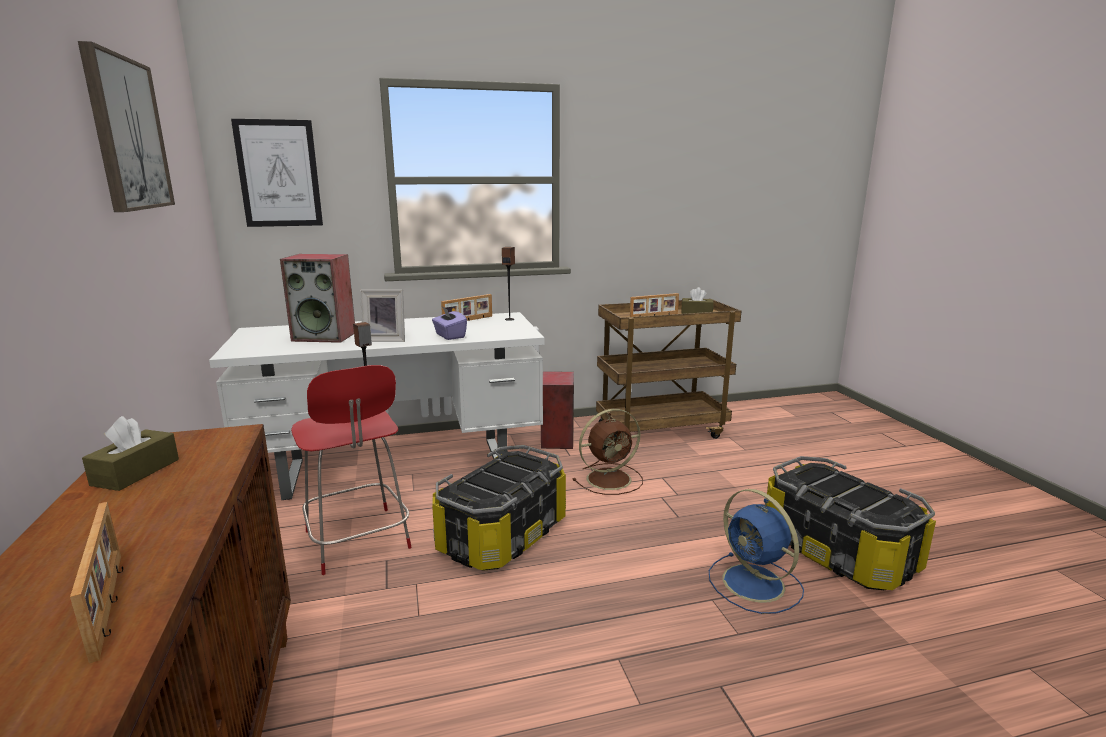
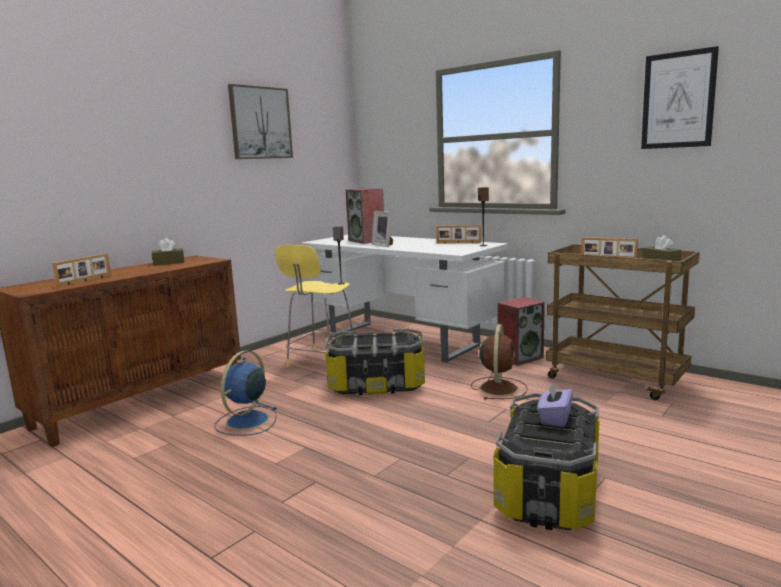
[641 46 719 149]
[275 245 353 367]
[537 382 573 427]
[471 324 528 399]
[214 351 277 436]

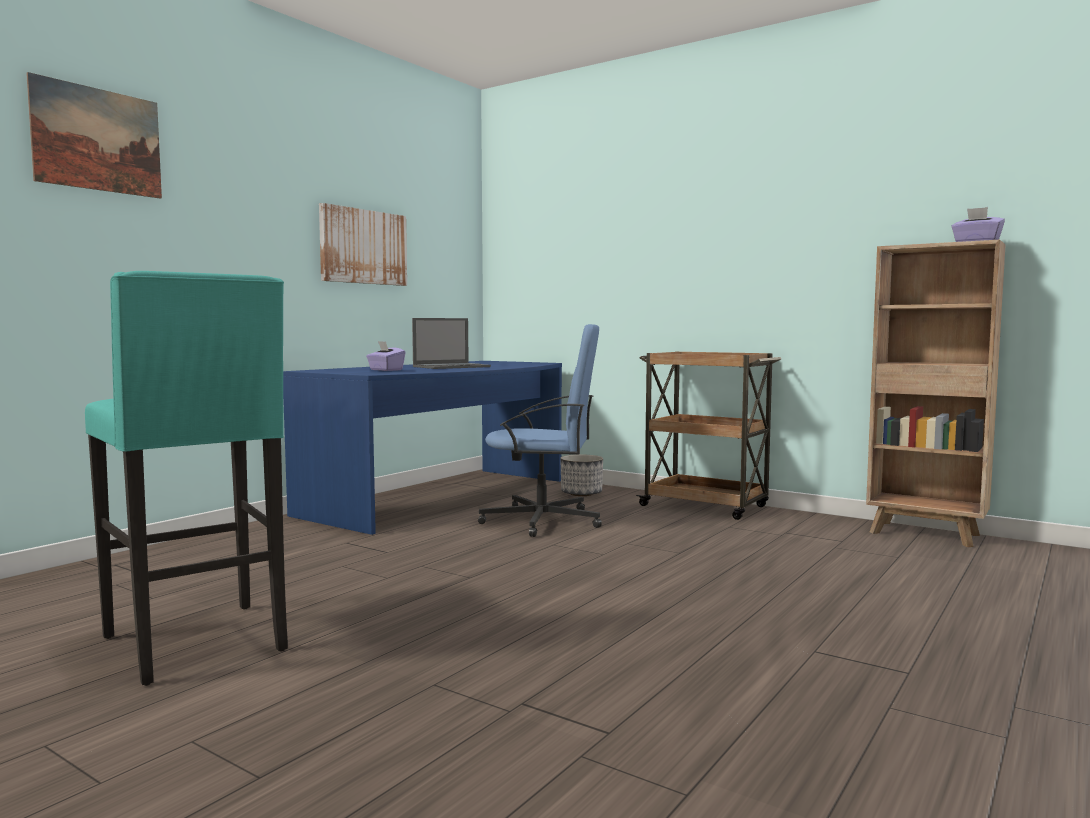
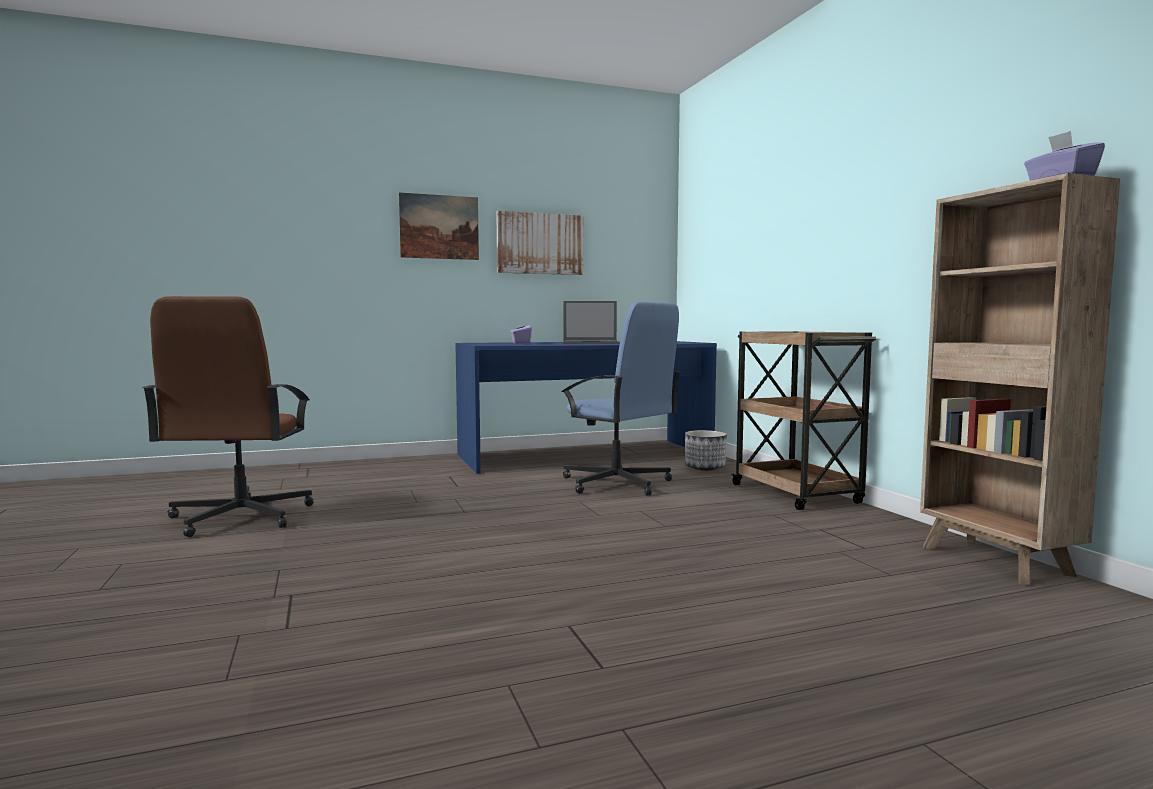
[399 192 479 260]
[142 296 313 537]

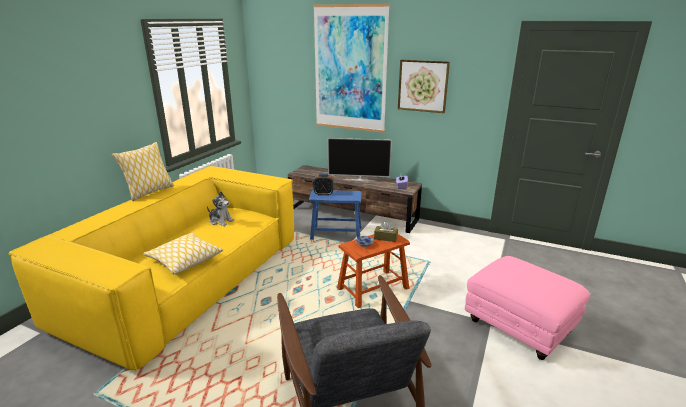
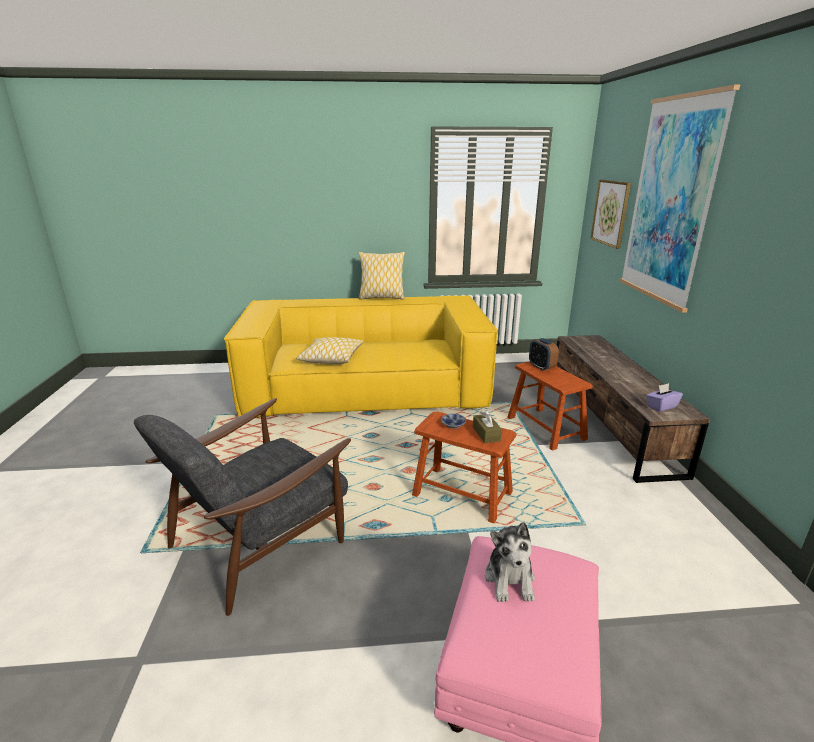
[485 522 535 602]
[507 361 593 450]
[328 138 392 181] (first image)
[590 180 631 249]

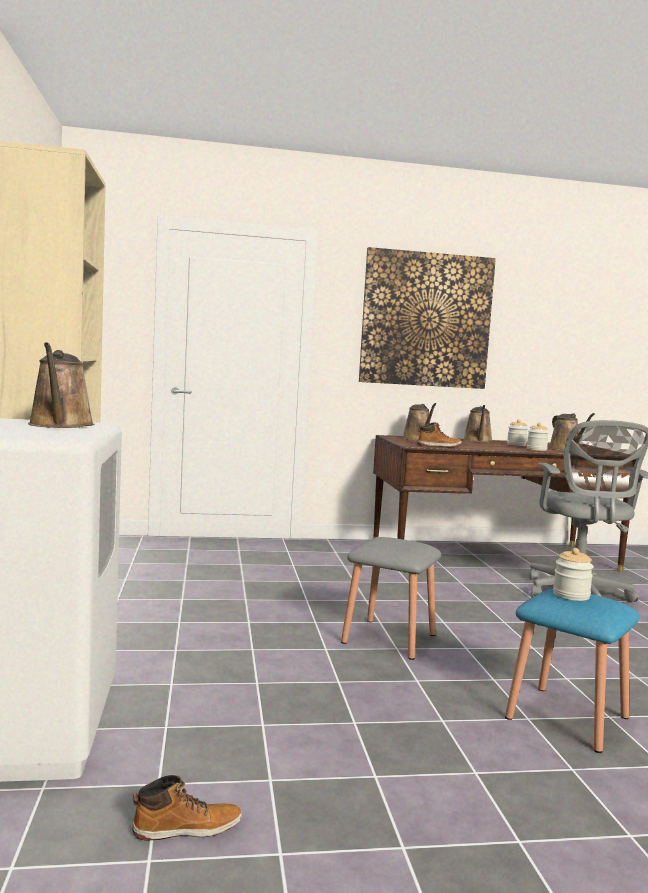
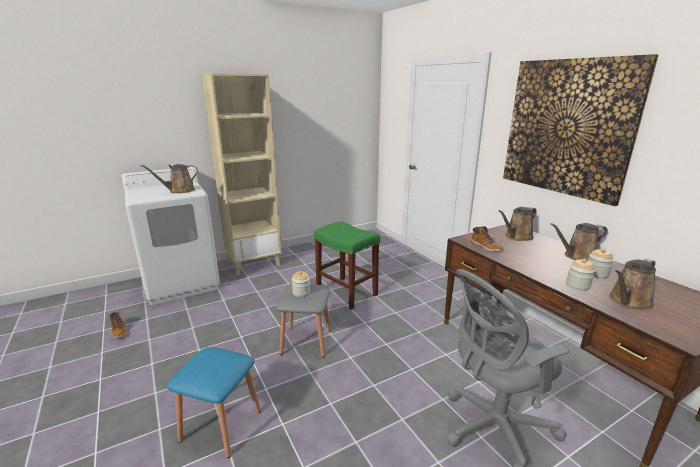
[292 271 310 297]
[314 221 380 310]

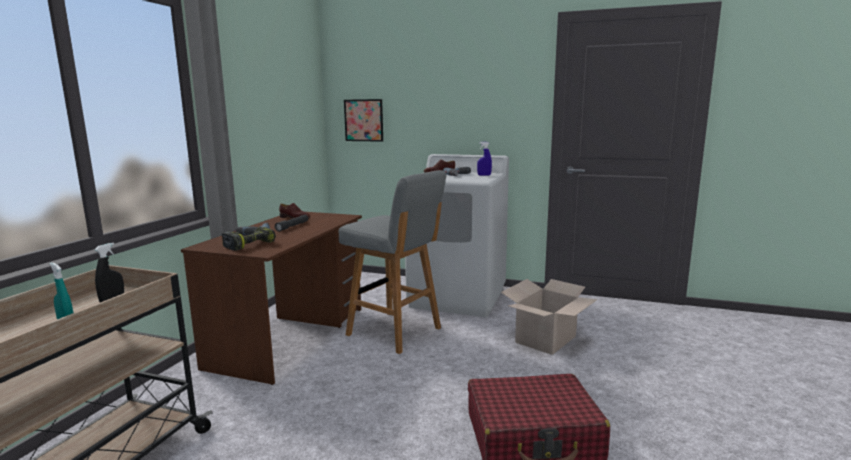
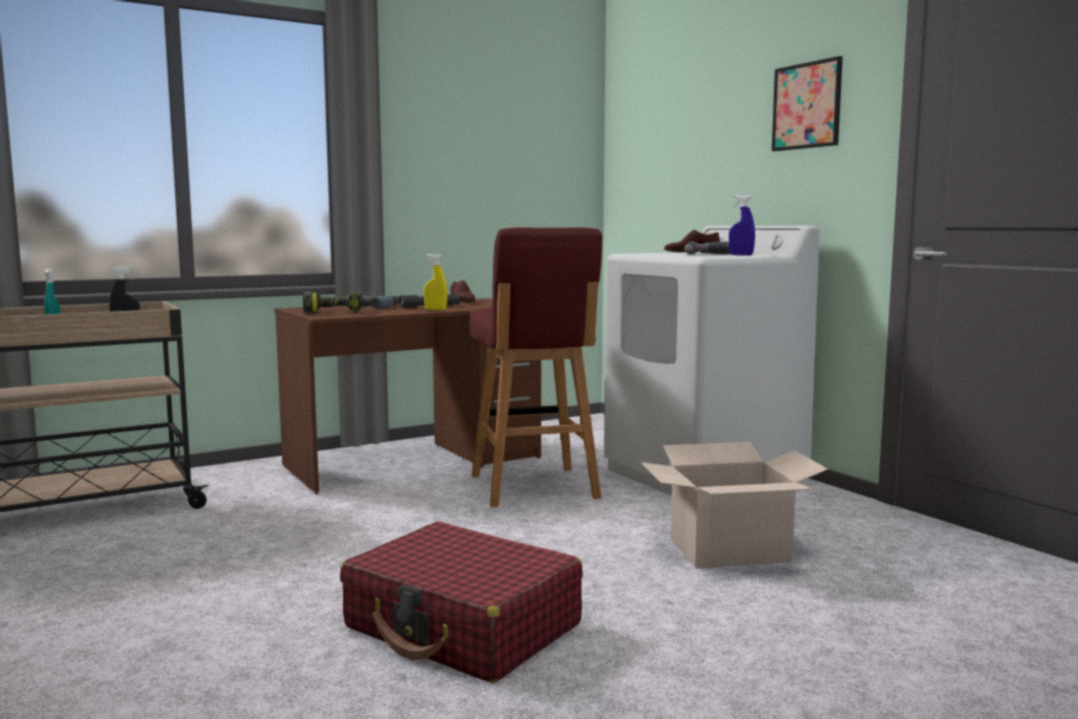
[469 227 602 507]
[772 56 843 151]
[424 254 447 310]

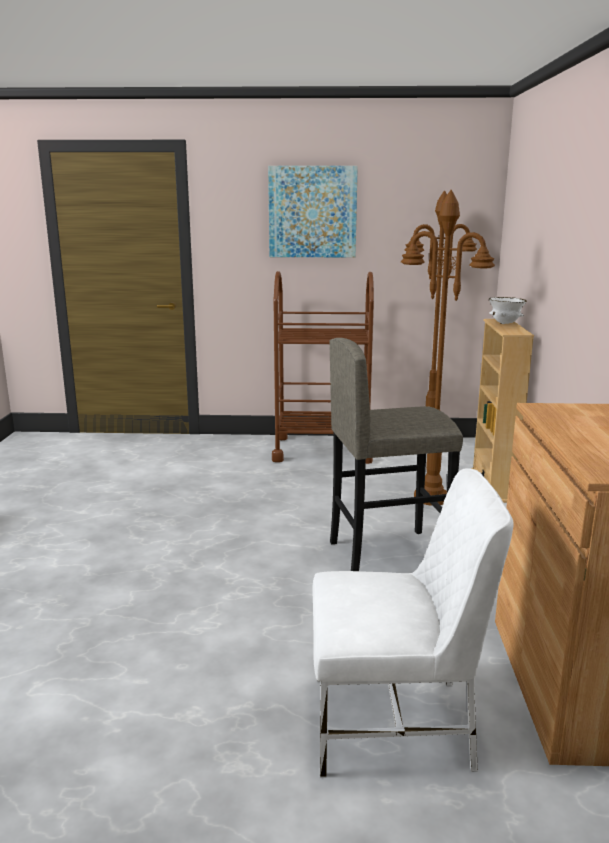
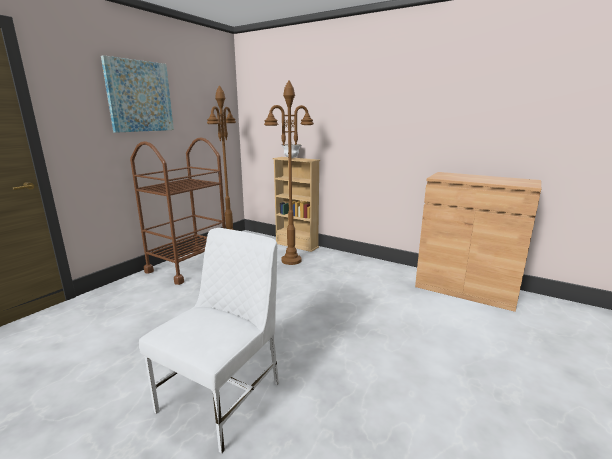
[139 228 279 454]
[329 338 463 571] (first image)

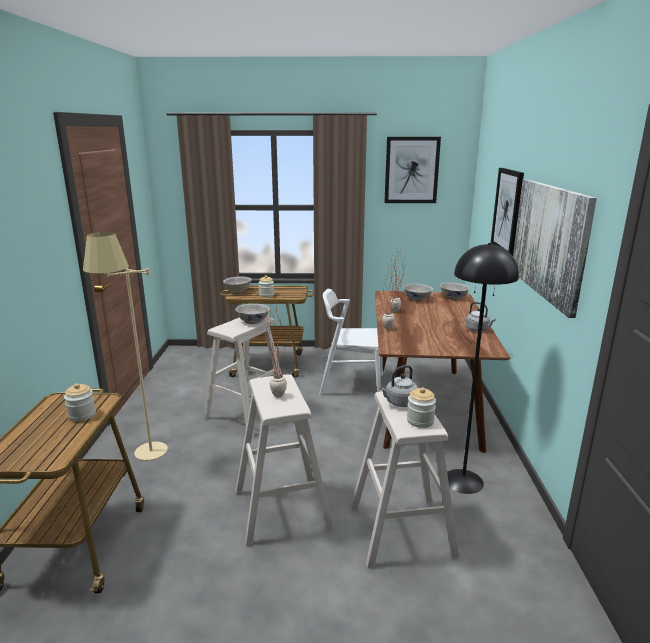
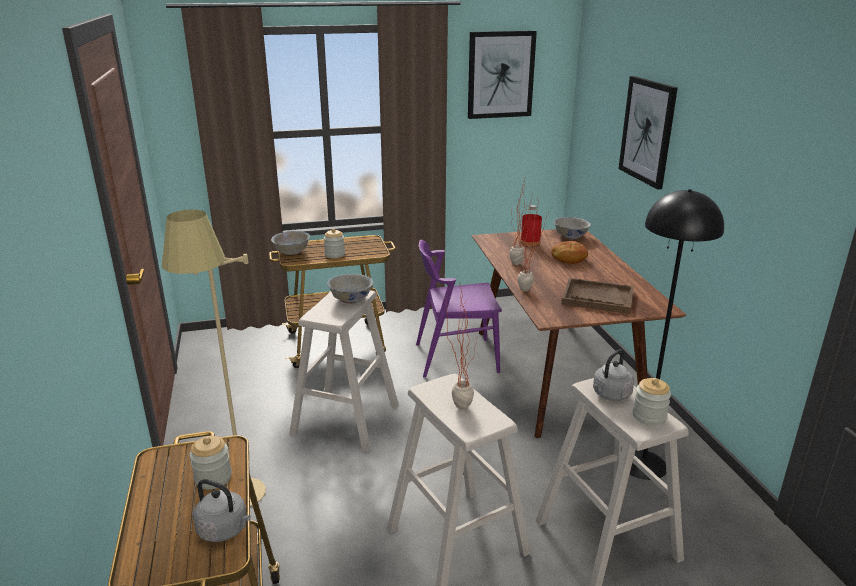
[416 240 502 378]
[521 205 542 246]
[193 479 251 542]
[513 180 597 318] (first image)
[551 241 588 264]
[561 278 634 314]

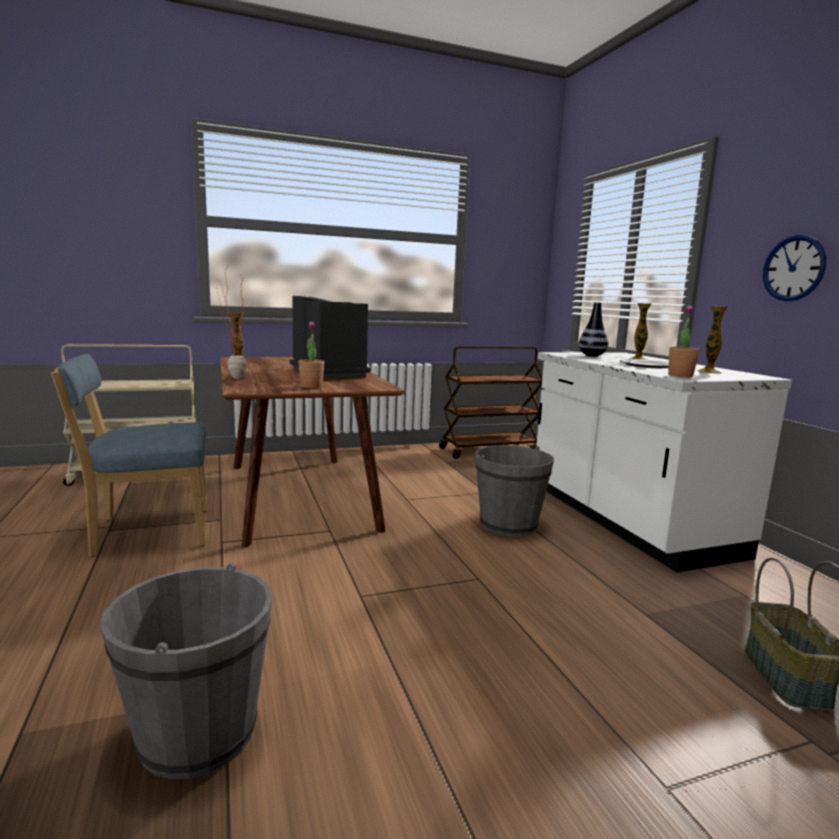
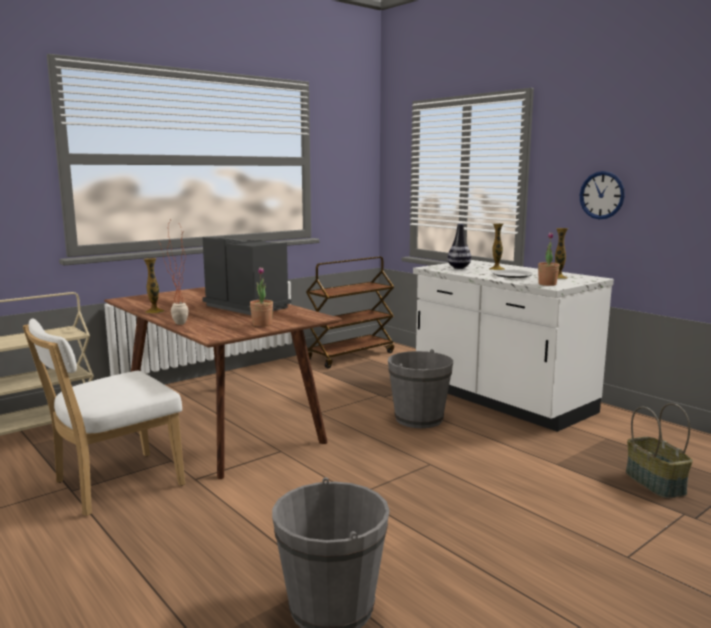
[23 318 185 516]

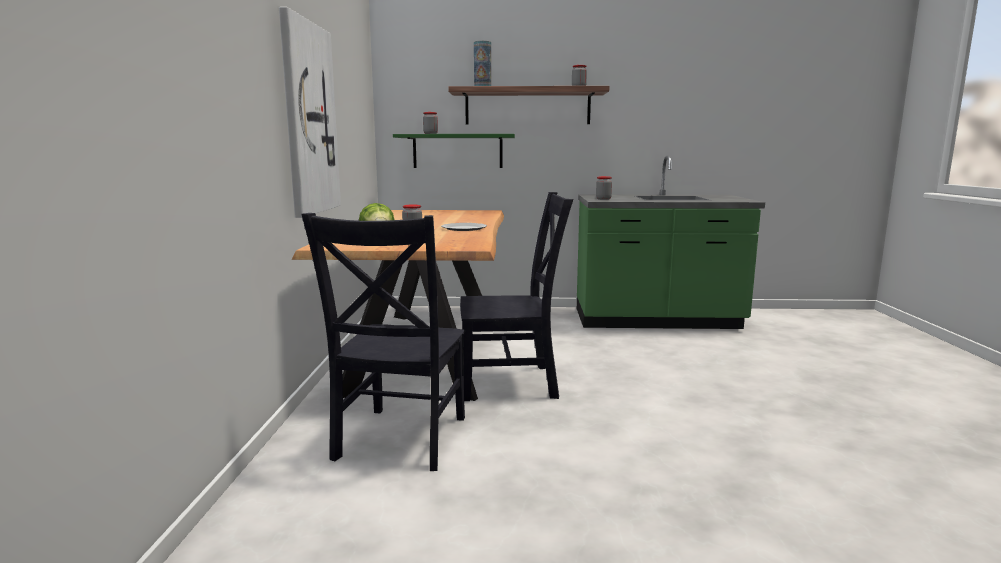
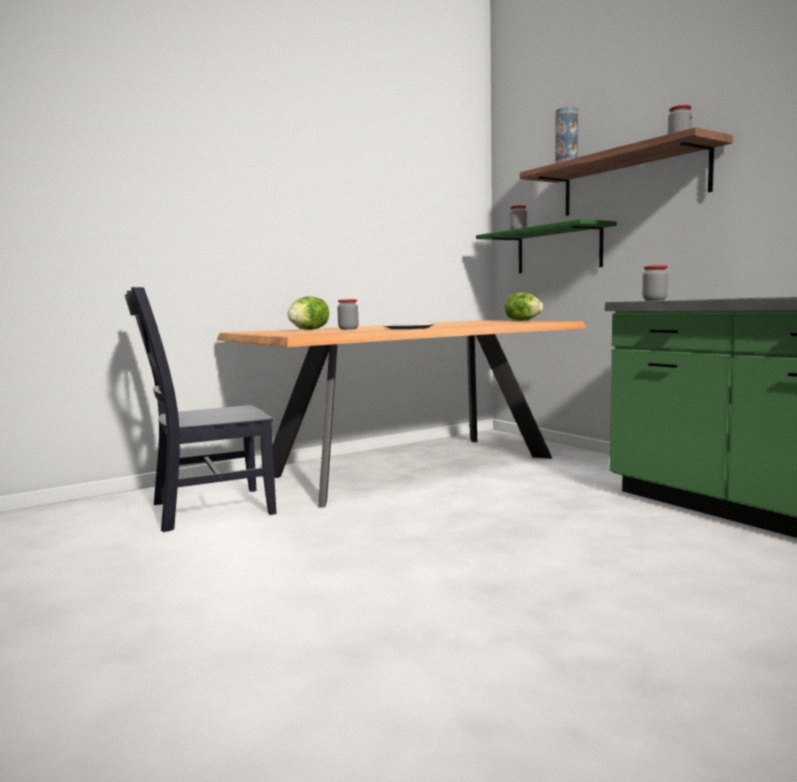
[279 7 341 218] (first image)
[460 192 573 401] (first image)
[504 292 543 321]

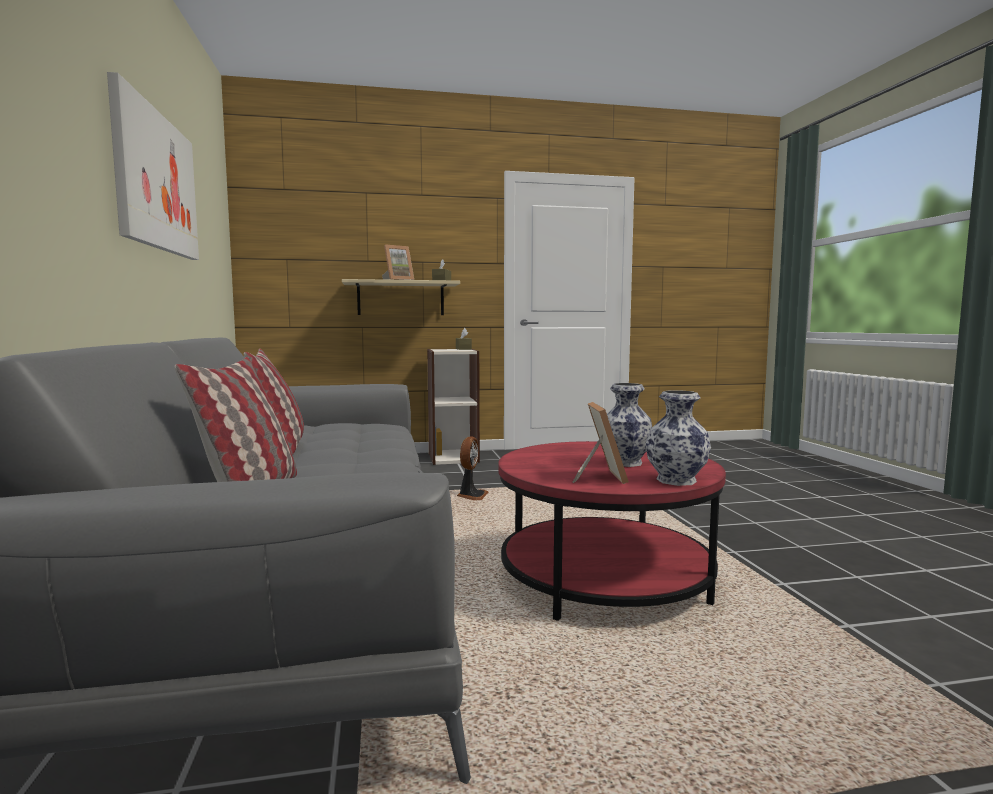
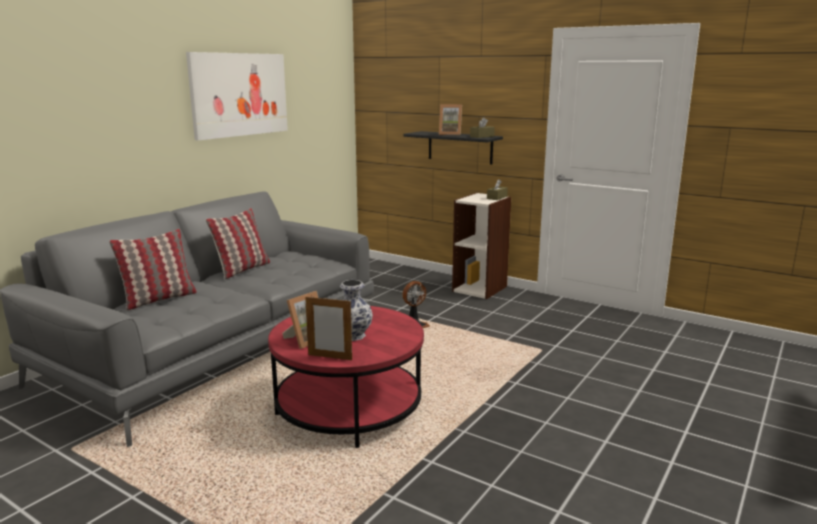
[403 131 503 164]
[305 295 352 360]

